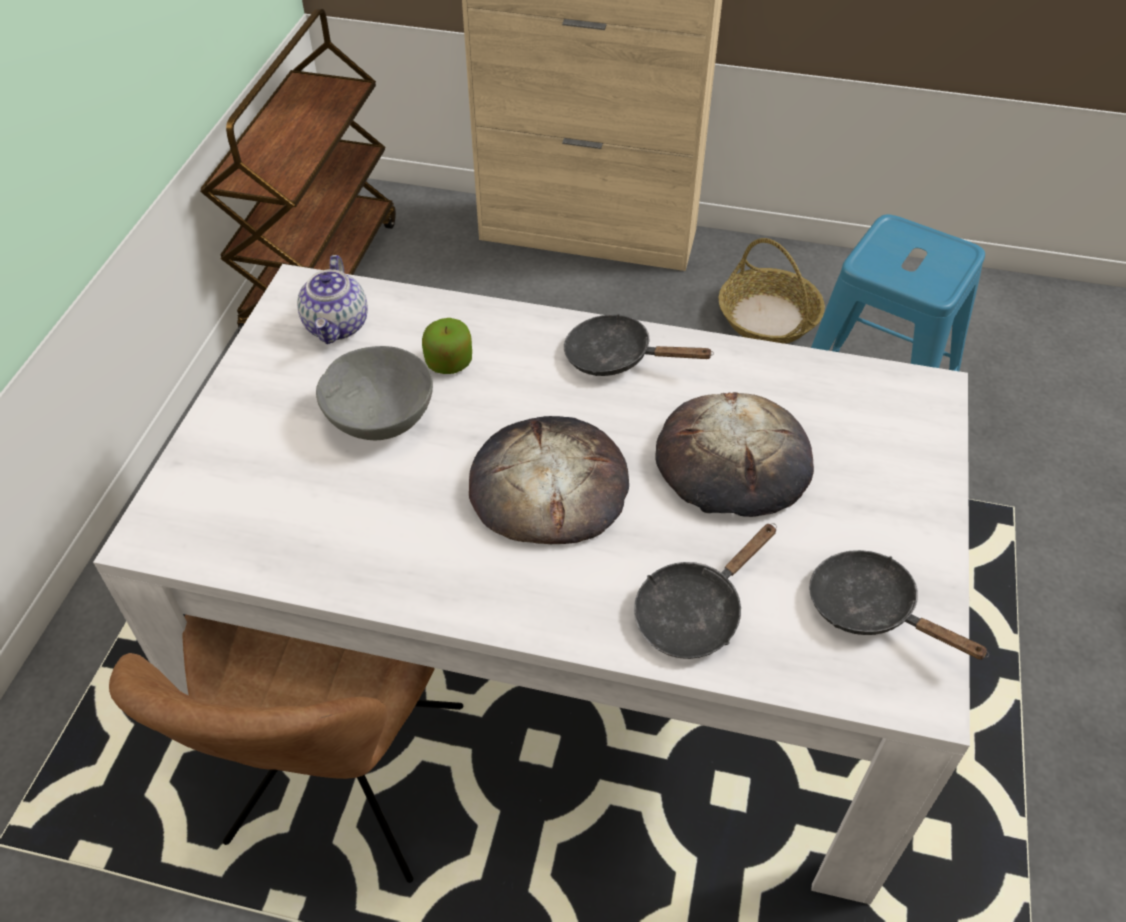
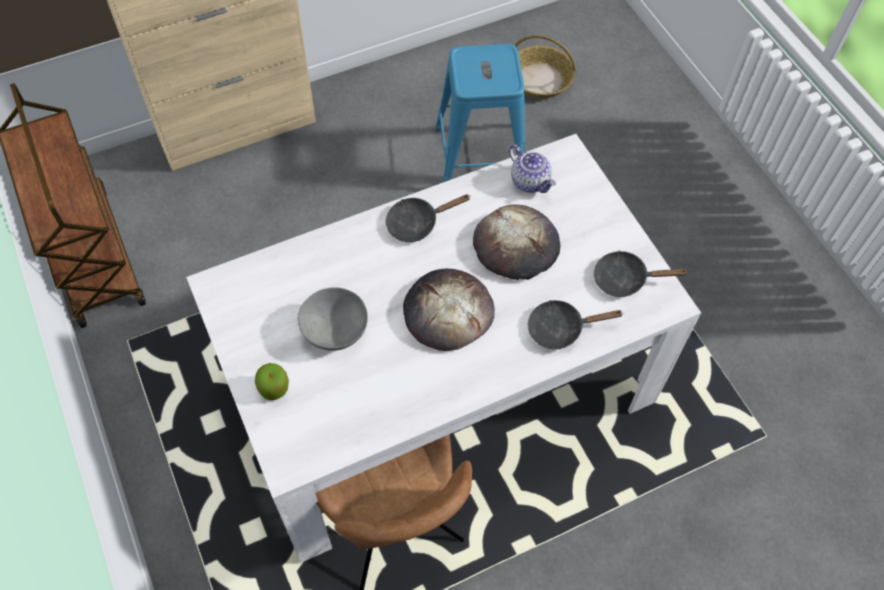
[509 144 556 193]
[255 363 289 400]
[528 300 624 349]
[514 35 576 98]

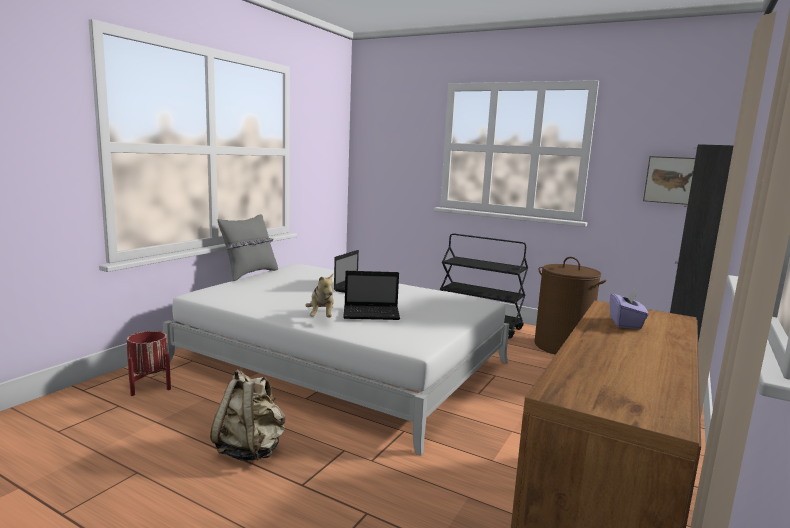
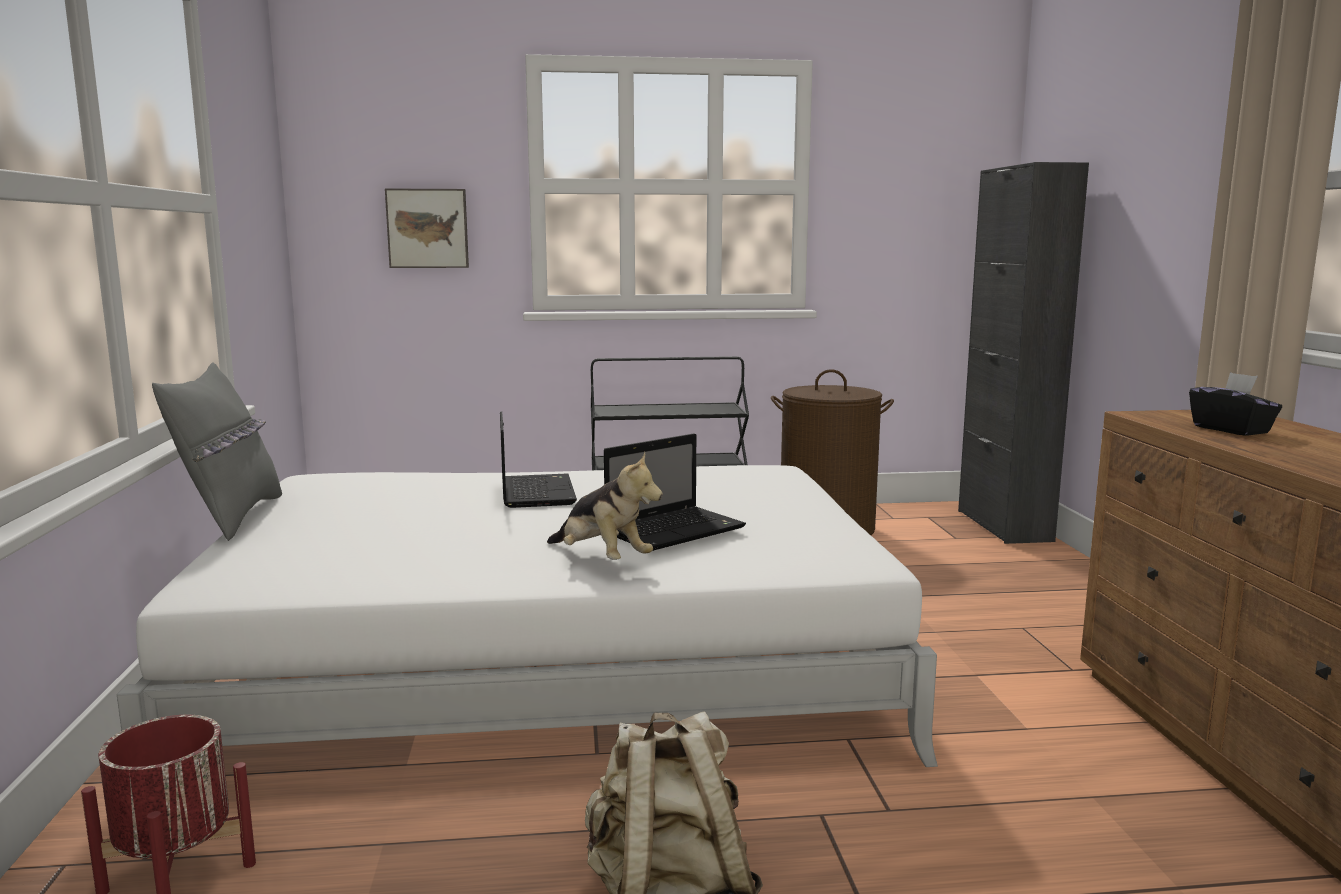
[1189 372 1282 436]
[385 188 469 268]

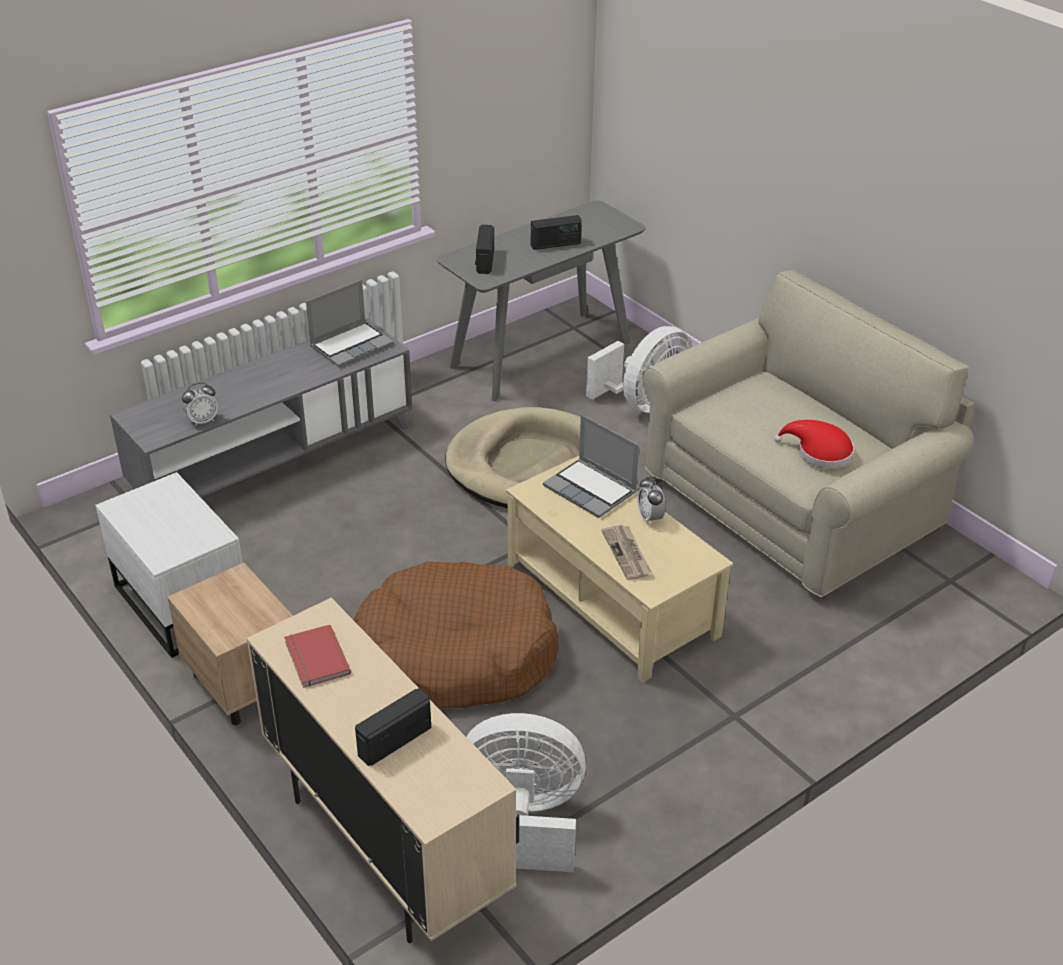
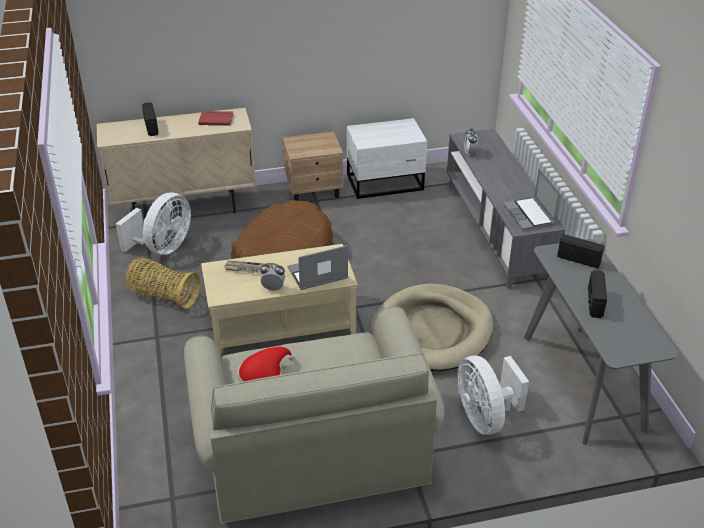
[125 258 200 309]

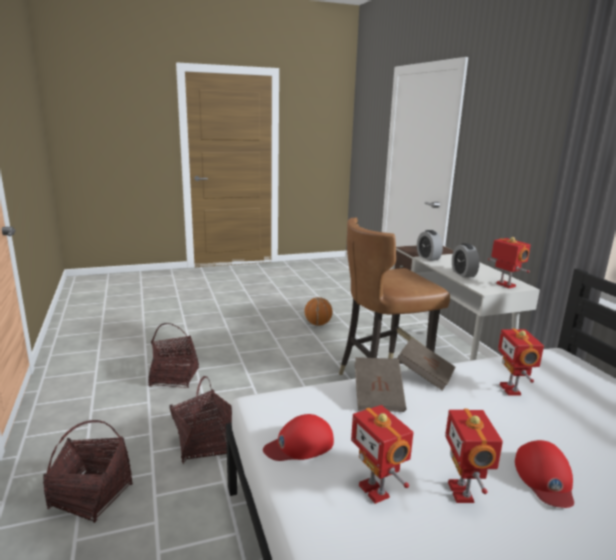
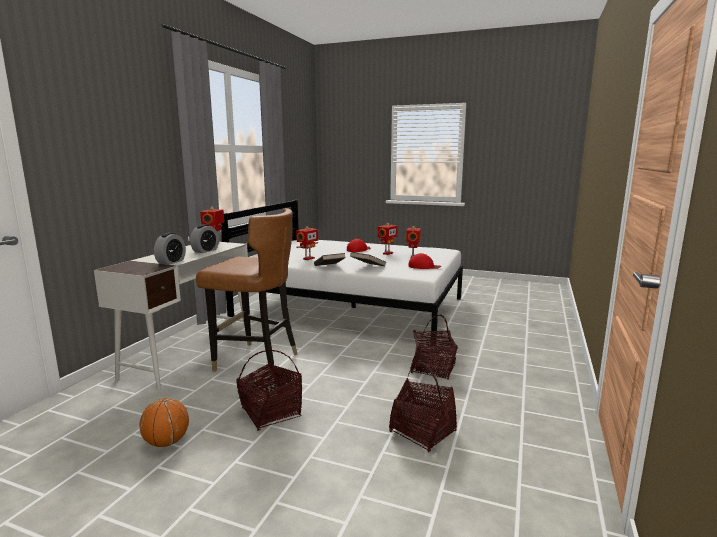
[236 350 302 431]

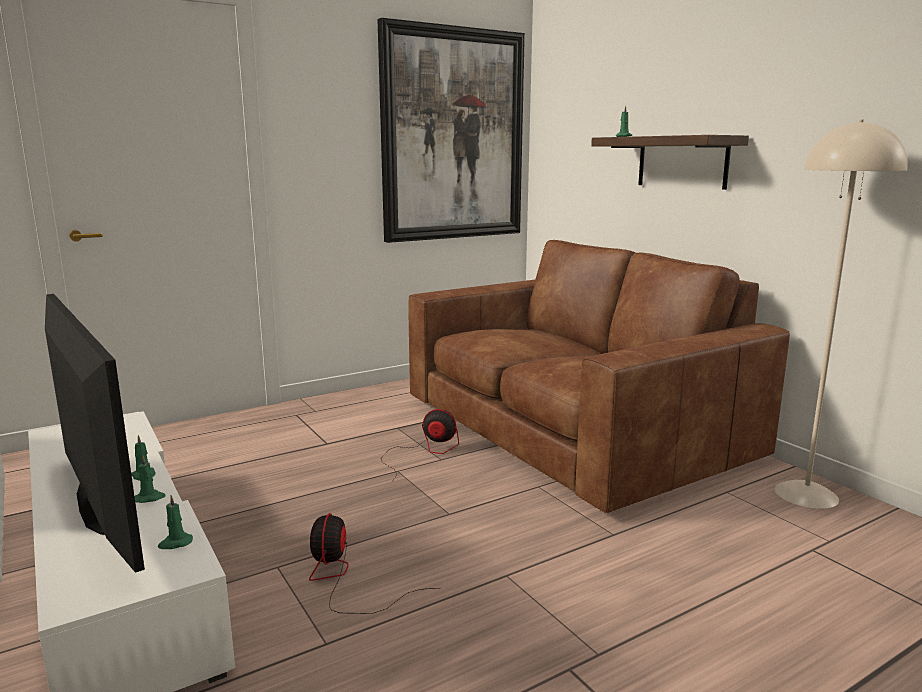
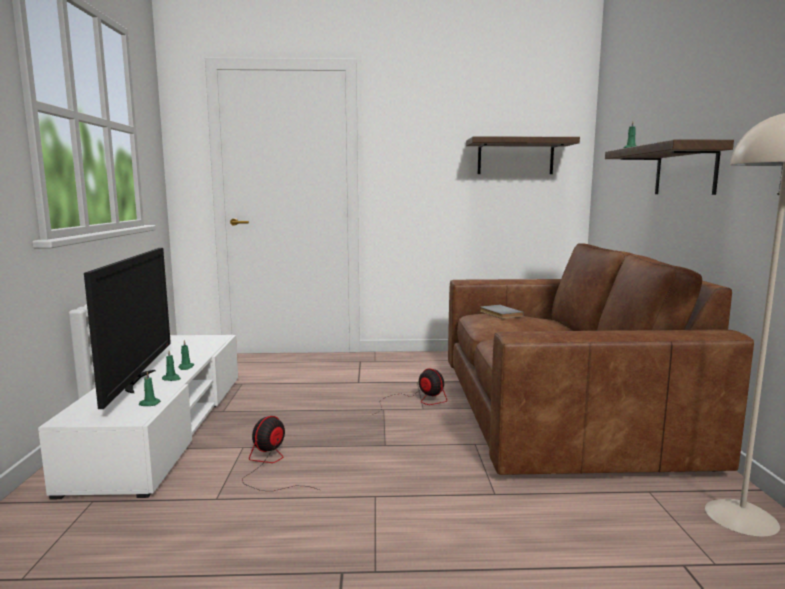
[466 136 580 174]
[480 305 524 319]

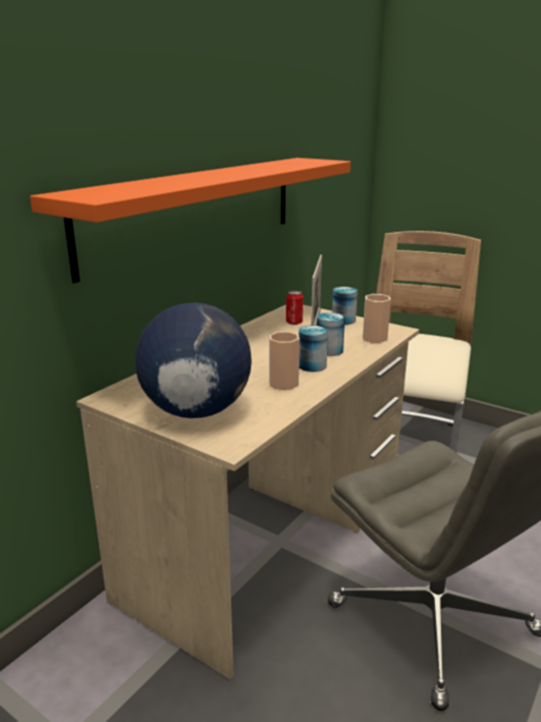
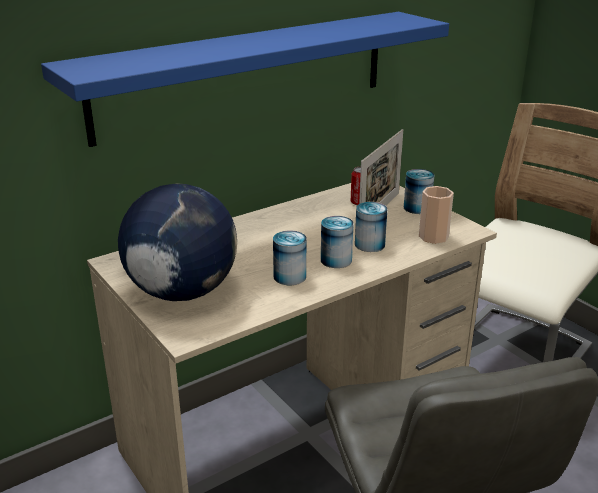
[41 12 449 147]
[273 231 306 285]

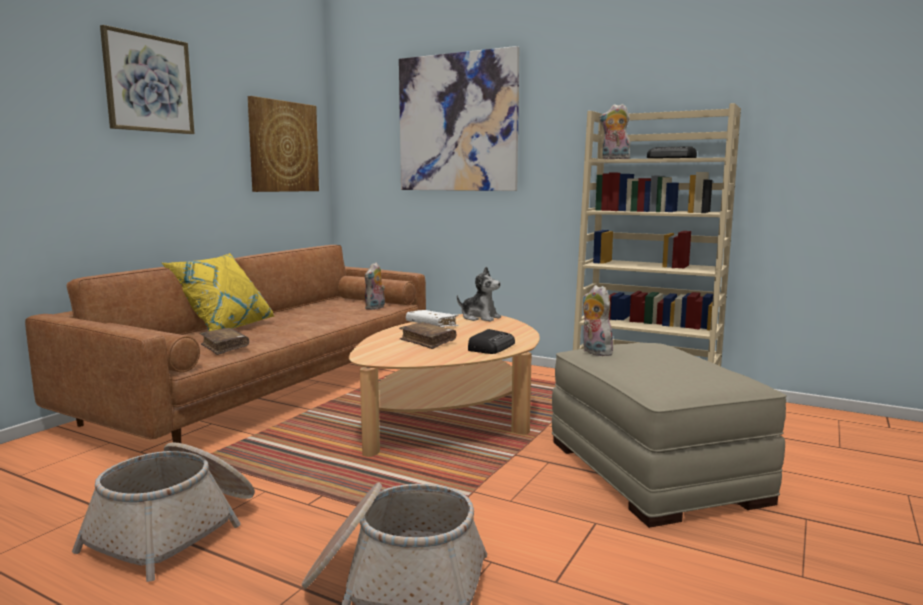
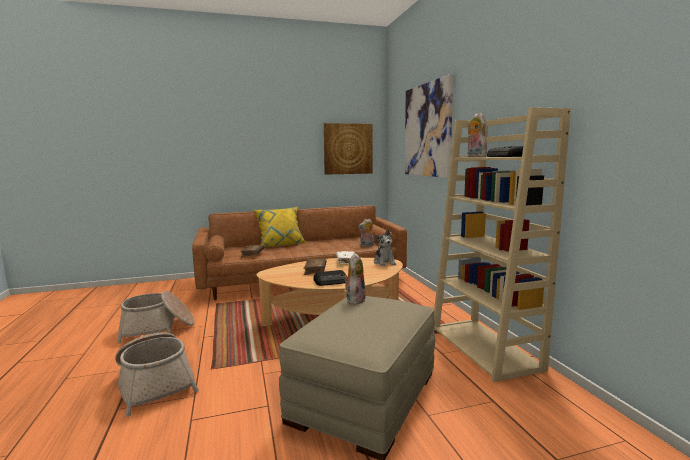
[100 25 195 134] (first image)

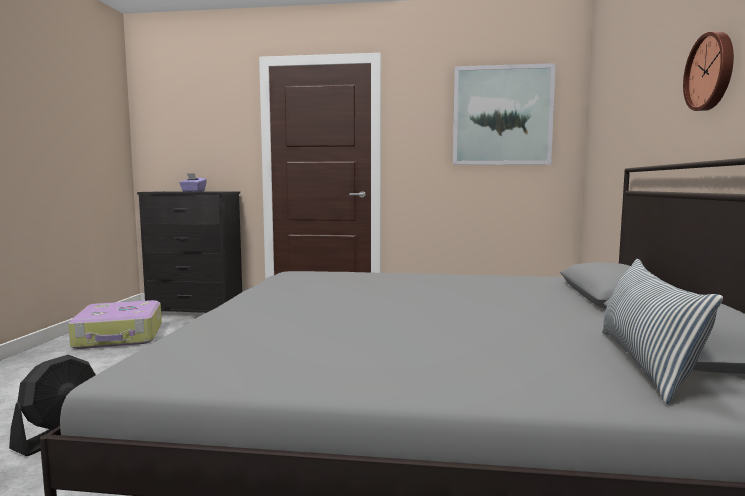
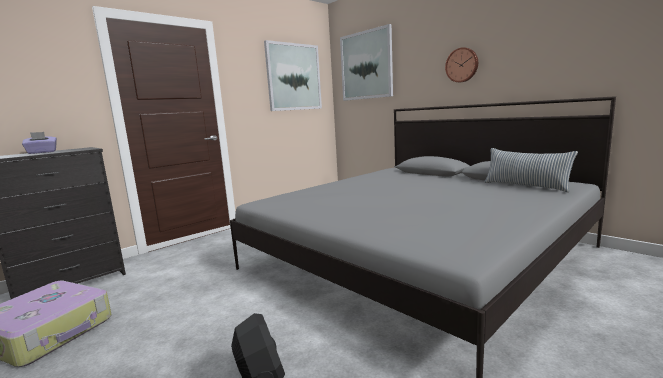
[340 24 393 101]

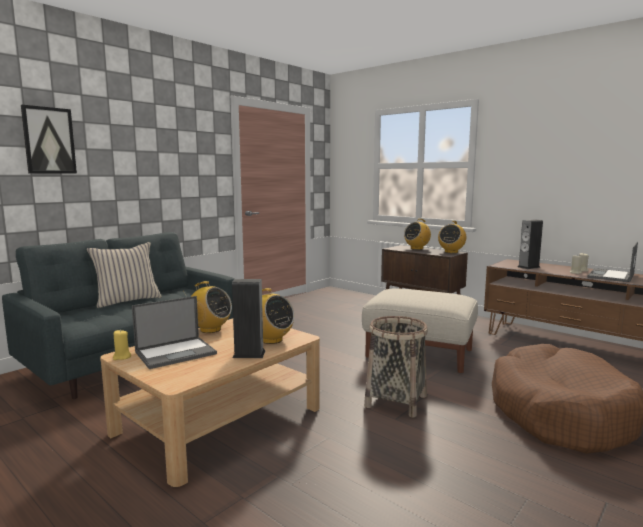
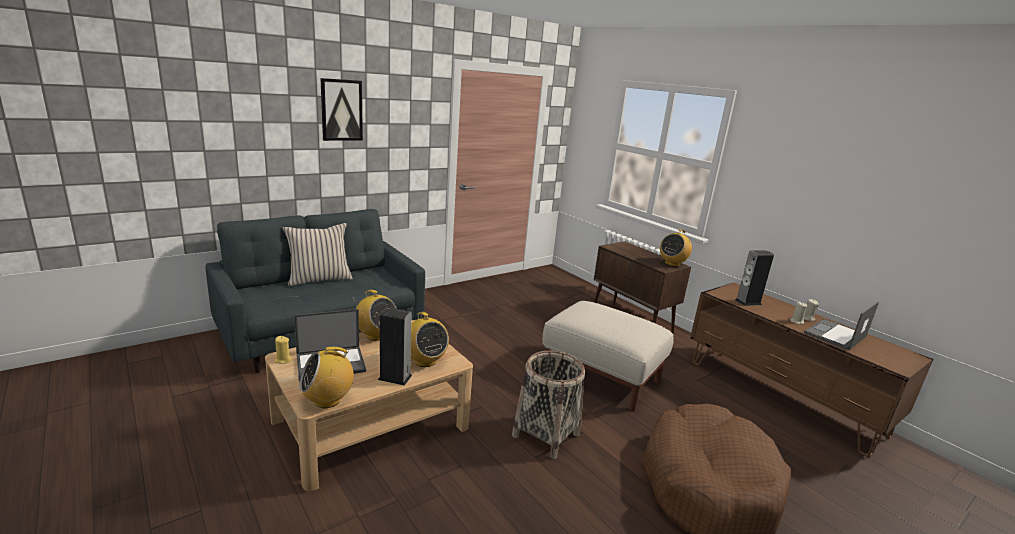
[320 78 363 141]
[299 347 354 408]

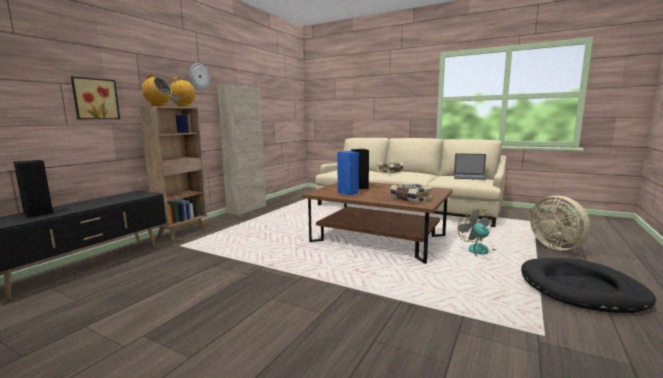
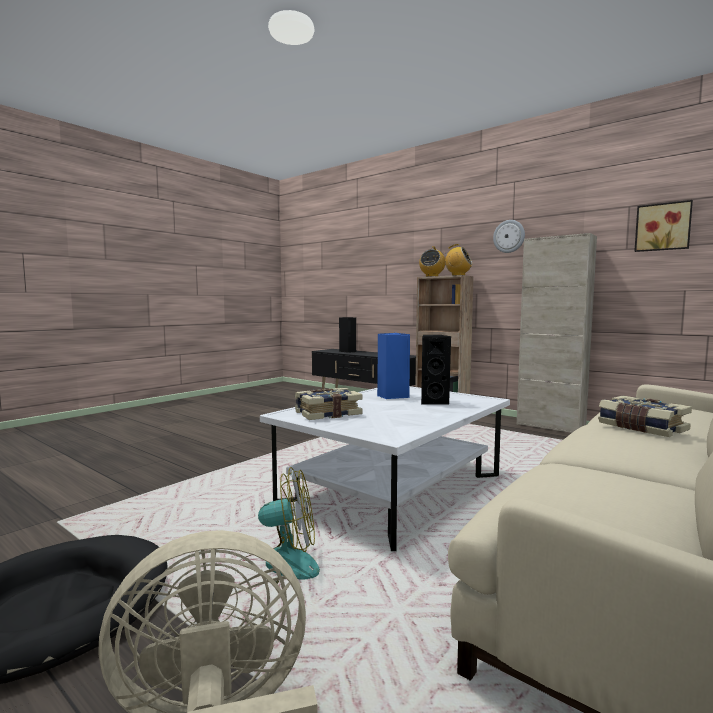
[634 200 693 252]
[260 386 510 551]
[454 153 486 180] (first image)

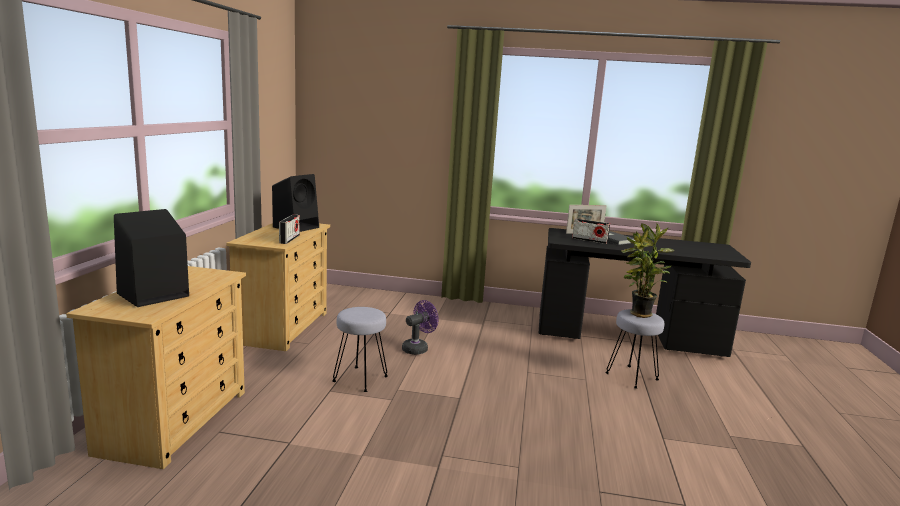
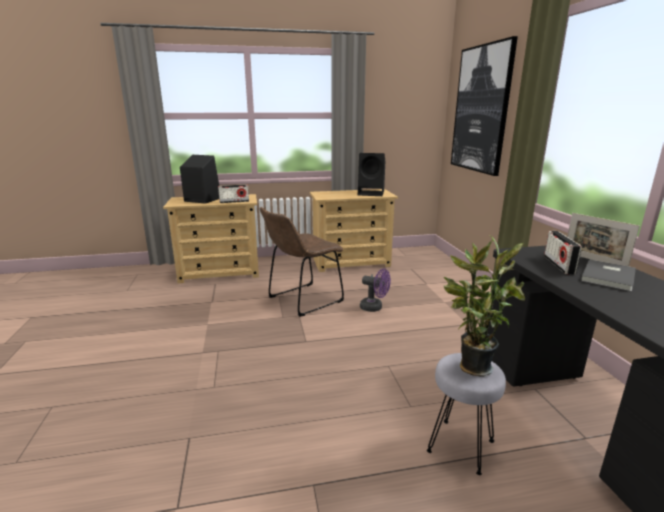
[218 185 249 203]
[260 207 344 317]
[451 36 518 176]

